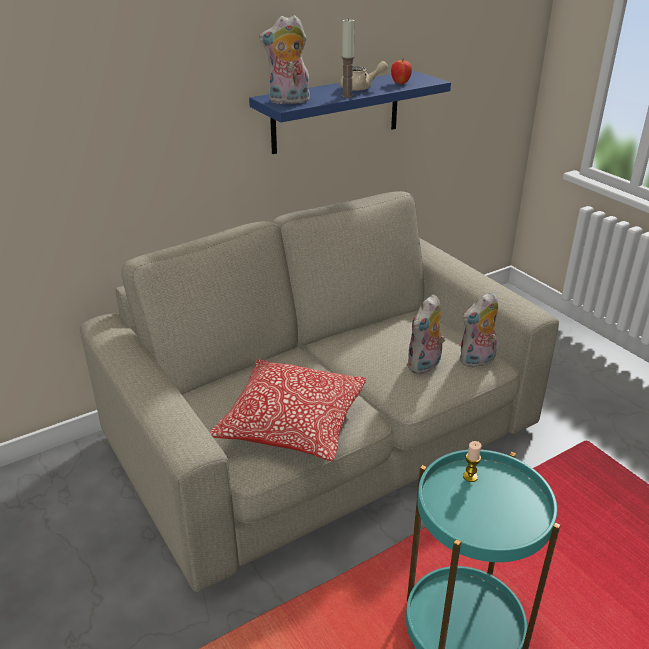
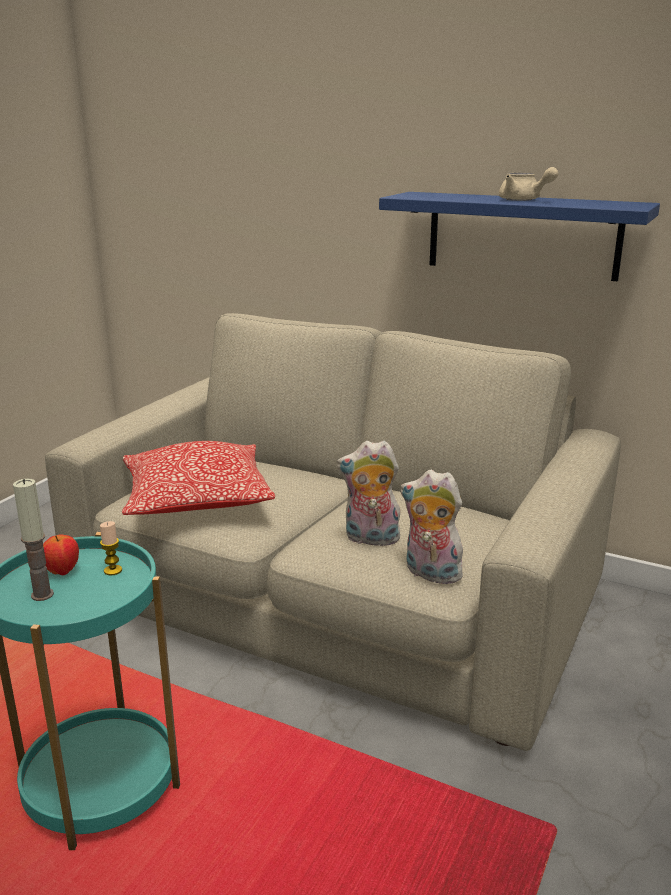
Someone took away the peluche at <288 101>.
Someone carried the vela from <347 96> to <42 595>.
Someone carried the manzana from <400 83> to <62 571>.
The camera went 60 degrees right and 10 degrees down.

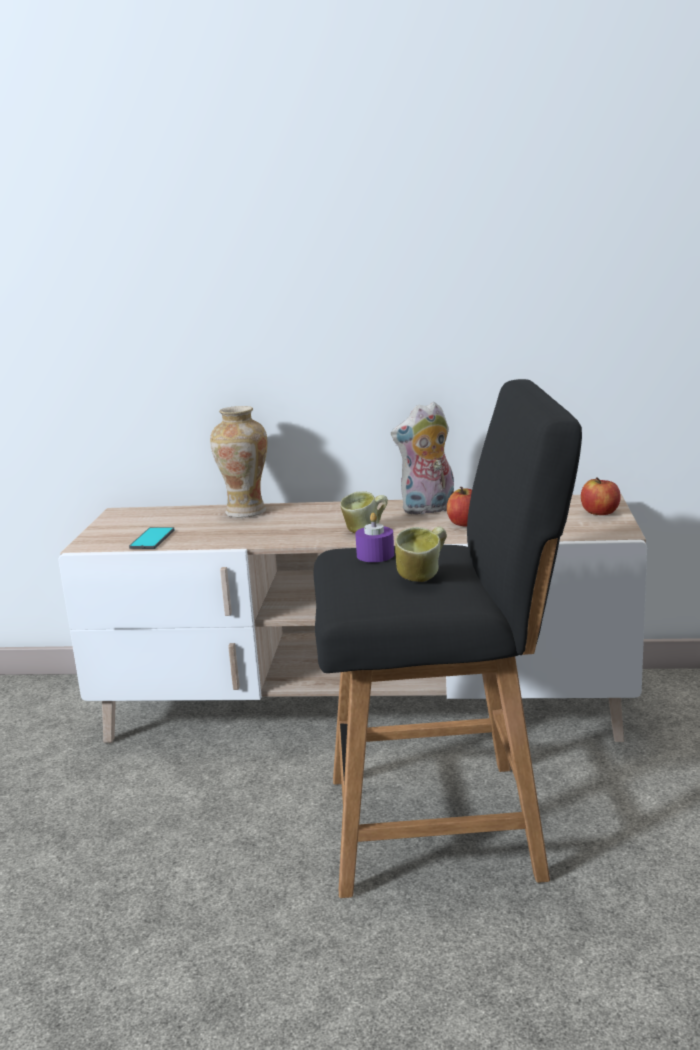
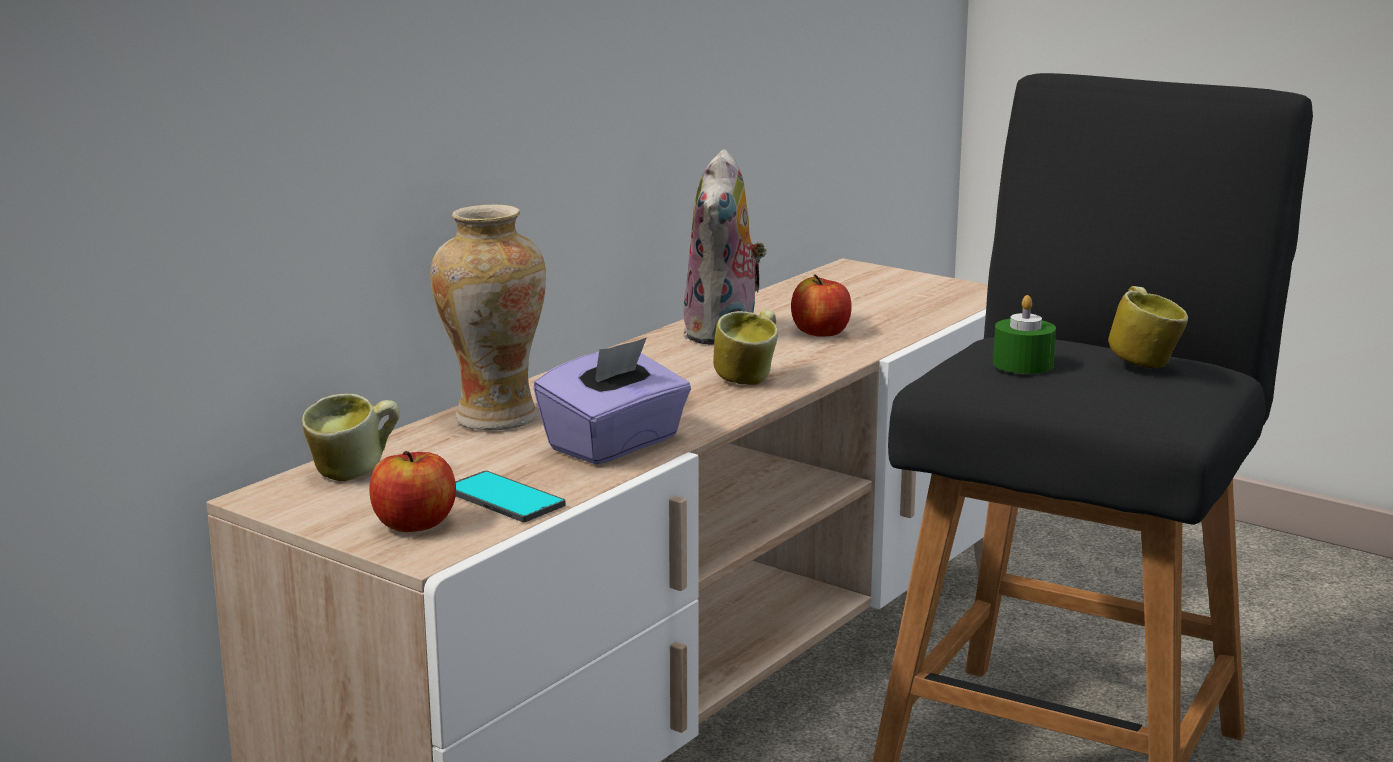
Someone put down the taza grande at <355 473>.
Someone put down the caja de pañuelos/morado at <615 444>.
Someone carried the manzana from <600 512> to <414 524>.
Someone repainted the vela/morado at <375 555>, which became the vela/verde at <1023 364>.
The camera went 60 degrees left and 0 degrees up.

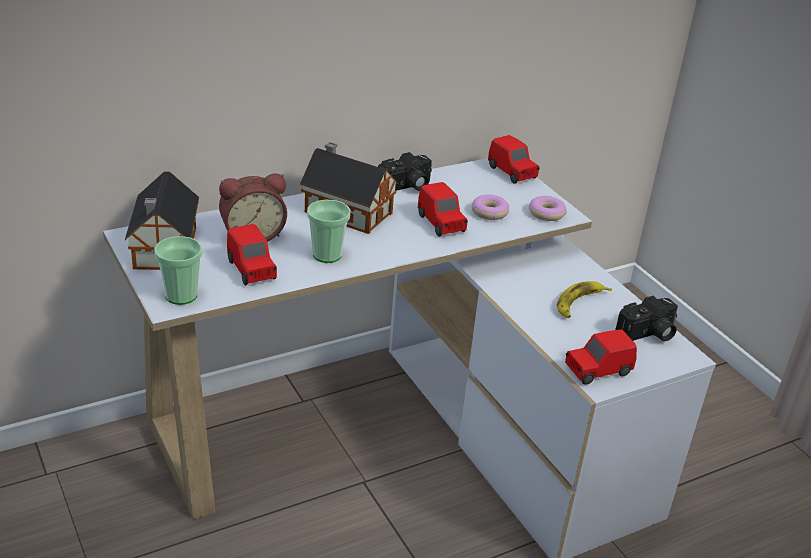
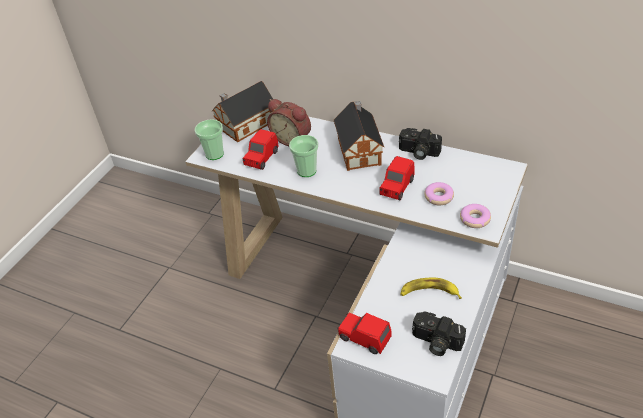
Someone took away the coche de juguete/rojo at <512 173>.
The camera went 60 degrees right and 10 degrees up.

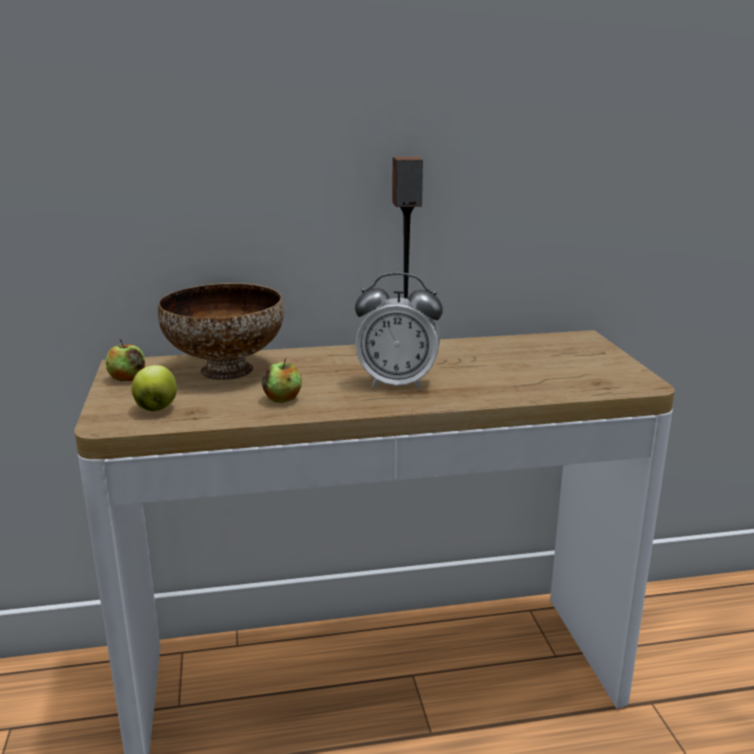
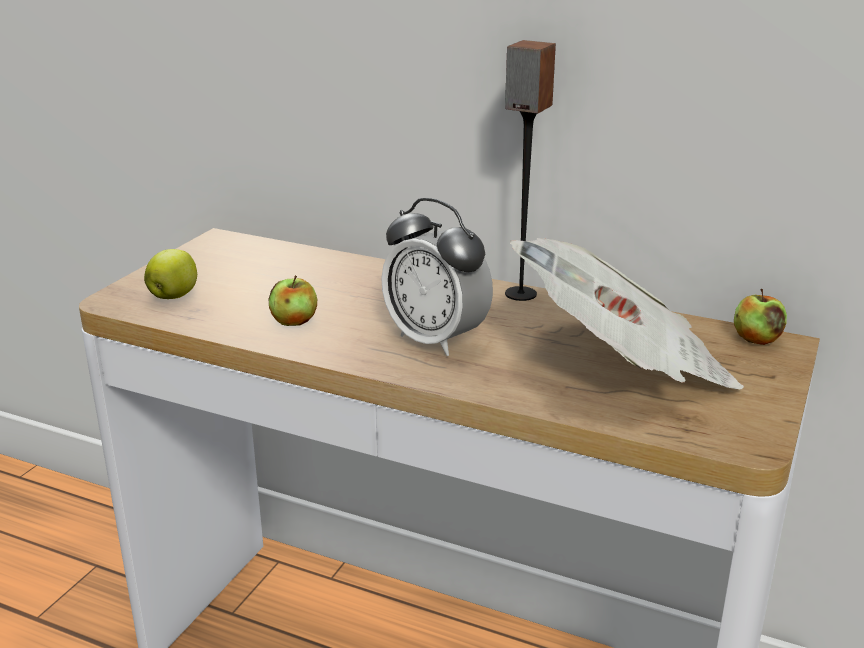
Someone took away the cuenco at <227 369>.
Someone put down the periódico at <623 367>.
Someone carried the manzana from <127 378> to <756 339>.
The camera went 35 degrees right and 5 degrees up.

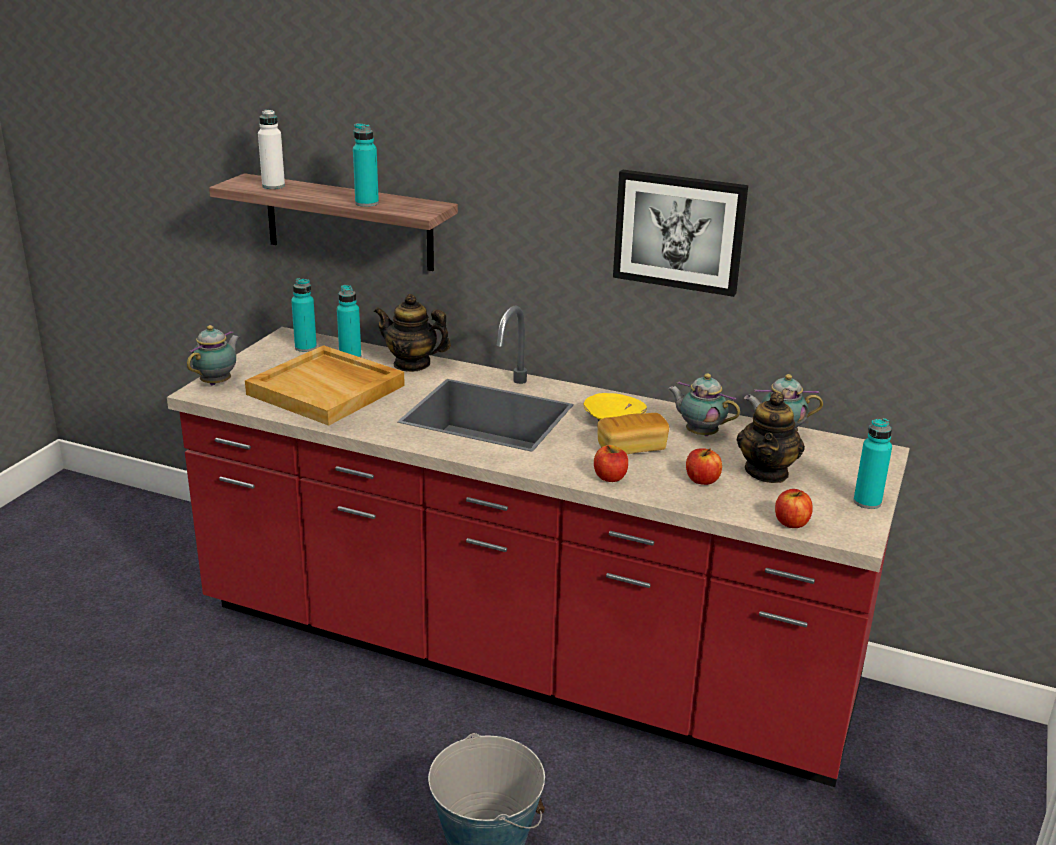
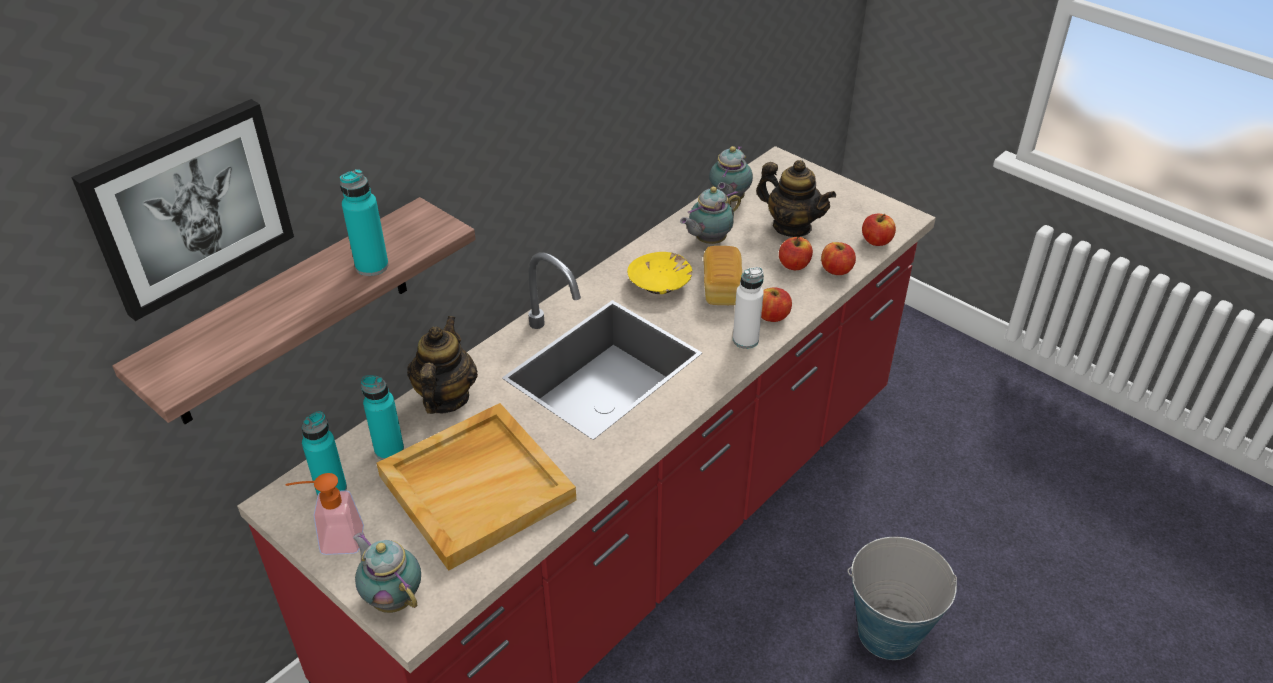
Someone took away the botella/turquesa at <867 502>.
Someone put down the dispensador de jabón at <333 540>.
Someone put down the manzana at <836 270>.
Someone carried the botella/blanco from <273 186> to <745 340>.
Someone carried the cuadro from <679 231> to <189 207>.
Someone rotated the tetera at <412 364> by 150 degrees clockwise.
The camera went 70 degrees left and 15 degrees up.

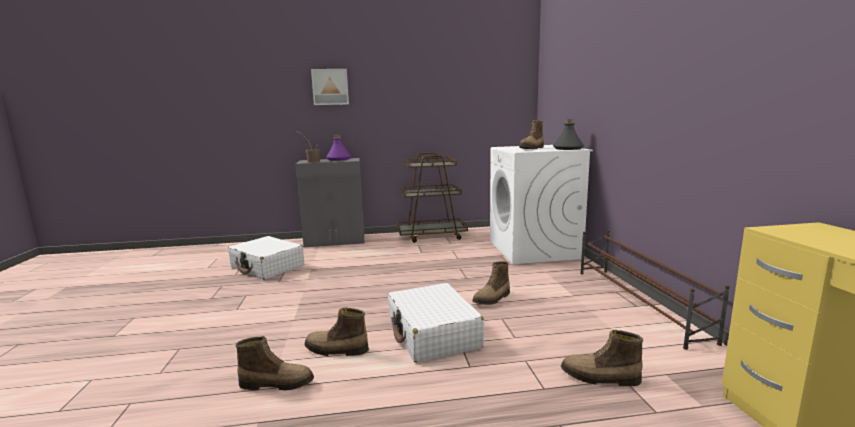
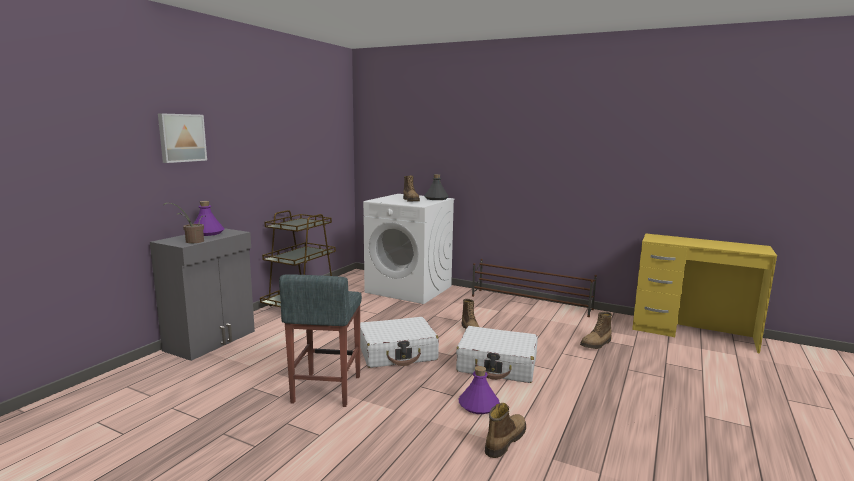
Someone put down the taburete/gris at <326 389>.
Someone carried the maleta/blanco from <267 266> to <397 353>.
Someone swapped the bota at <336 350> for the botella/morado at <479 405>.
The camera went 55 degrees left and 0 degrees up.

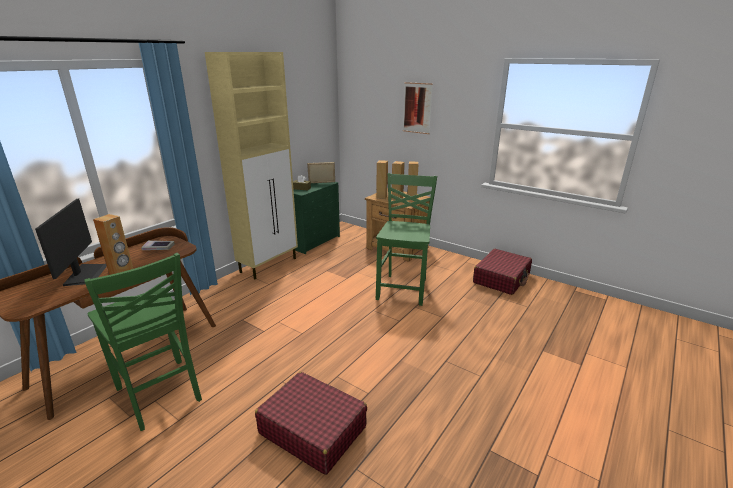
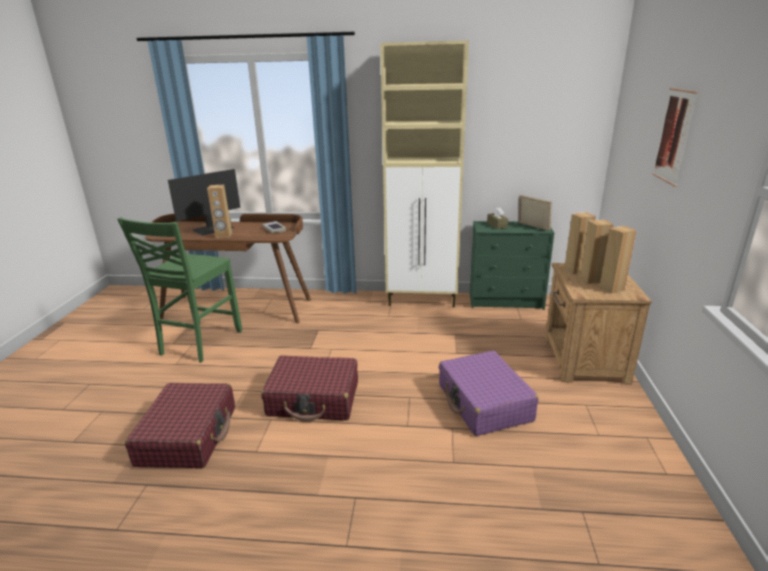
Someone carried the maleta/rojo from <501 279> to <314 399>.
Someone swapped the silla/verde at <403 289> for the maleta/morado at <484 403>.
The camera went 60 degrees right and 0 degrees up.

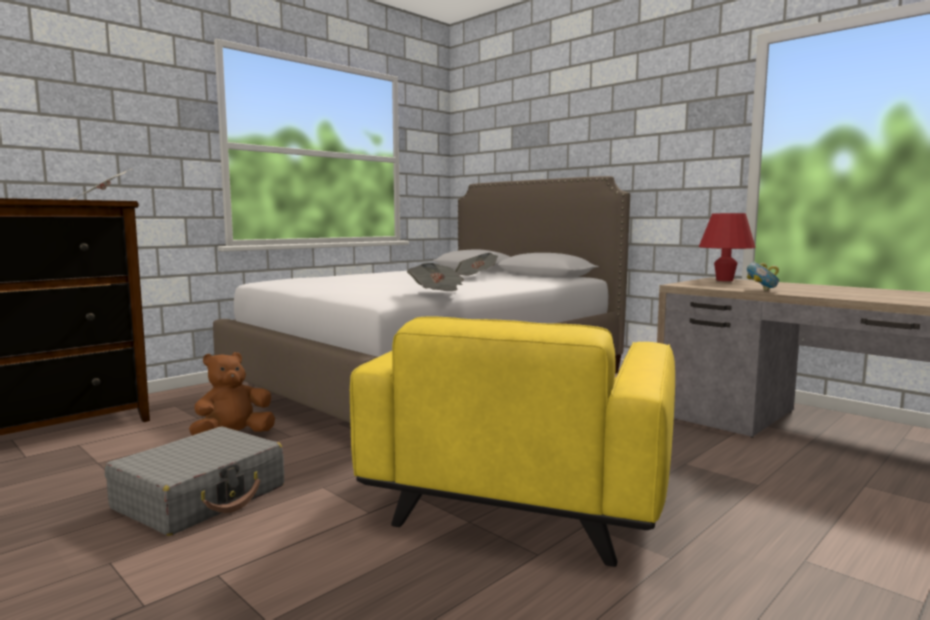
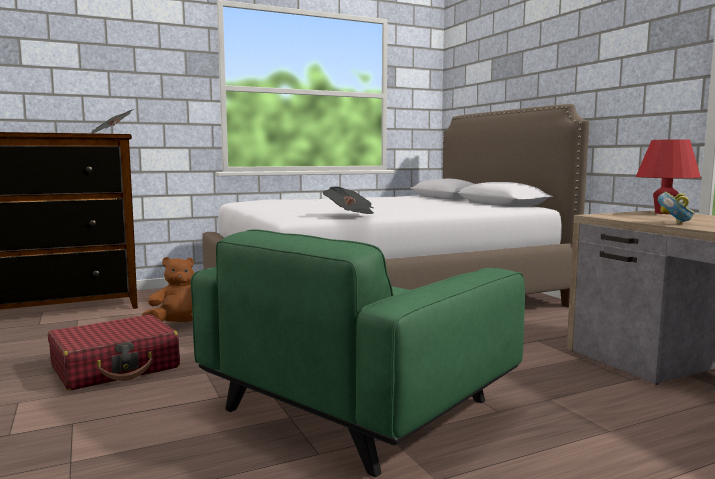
Someone took away the periódico at <475 277>.
Someone repainted the maleta/gris at <201 497>, which became the maleta/rojo at <116 367>.
Someone repainted the sillón/amarillo at <524 497>, which became the sillón/verde at <358 405>.
The camera went 20 degrees right and 0 degrees up.

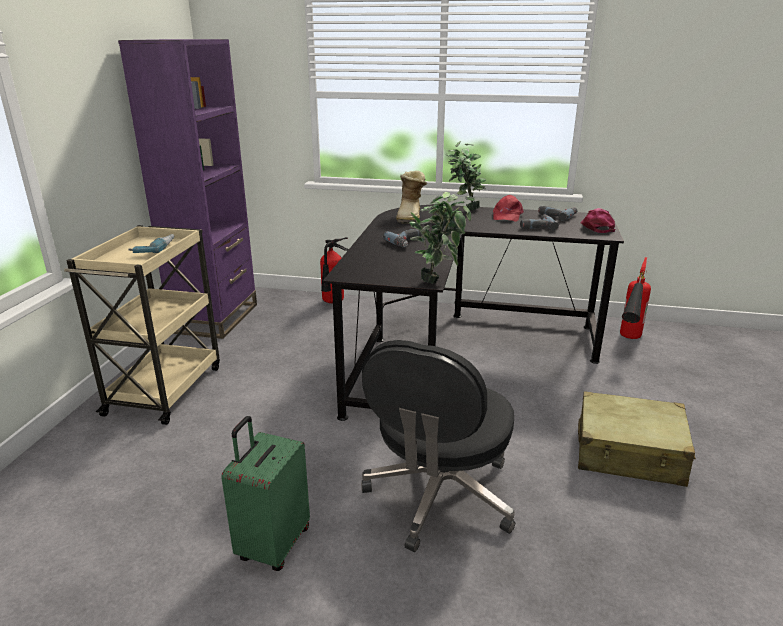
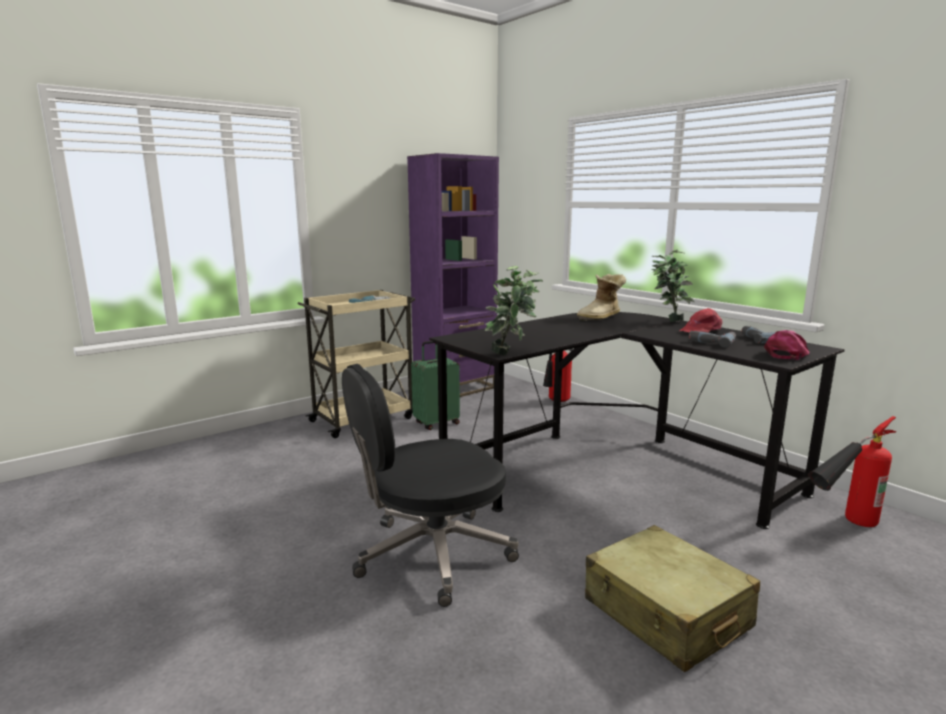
Someone took away the taladro at <407 242>.
Someone carried the maleta/verde from <272 544> to <436 423>.
The camera went 40 degrees right and 10 degrees down.

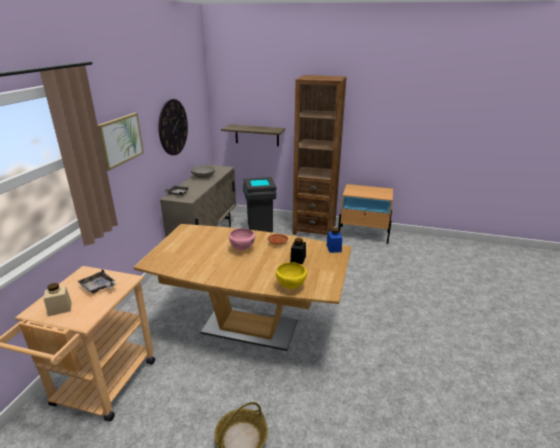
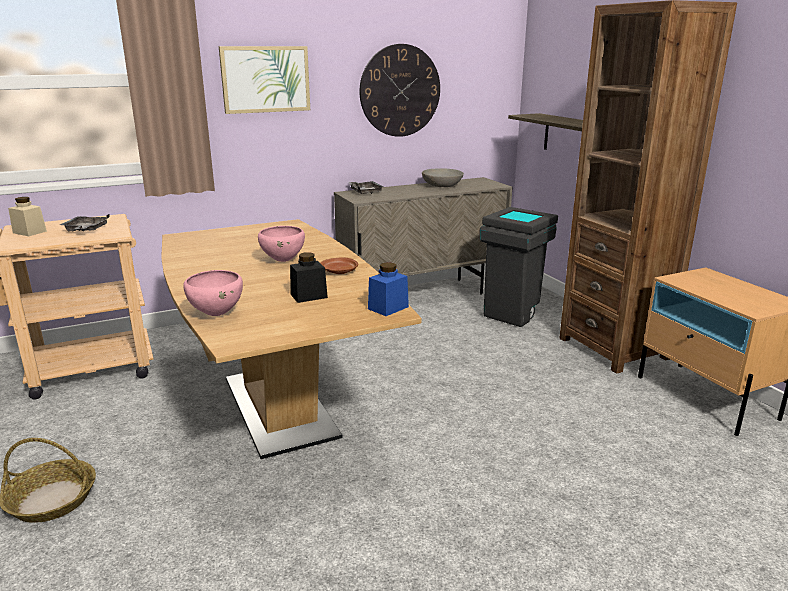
Someone repainted the cuenco/amarillo at <290 287>, which became the cuenco/rosa at <216 314>.
The camera went 50 degrees right and 5 degrees down.

